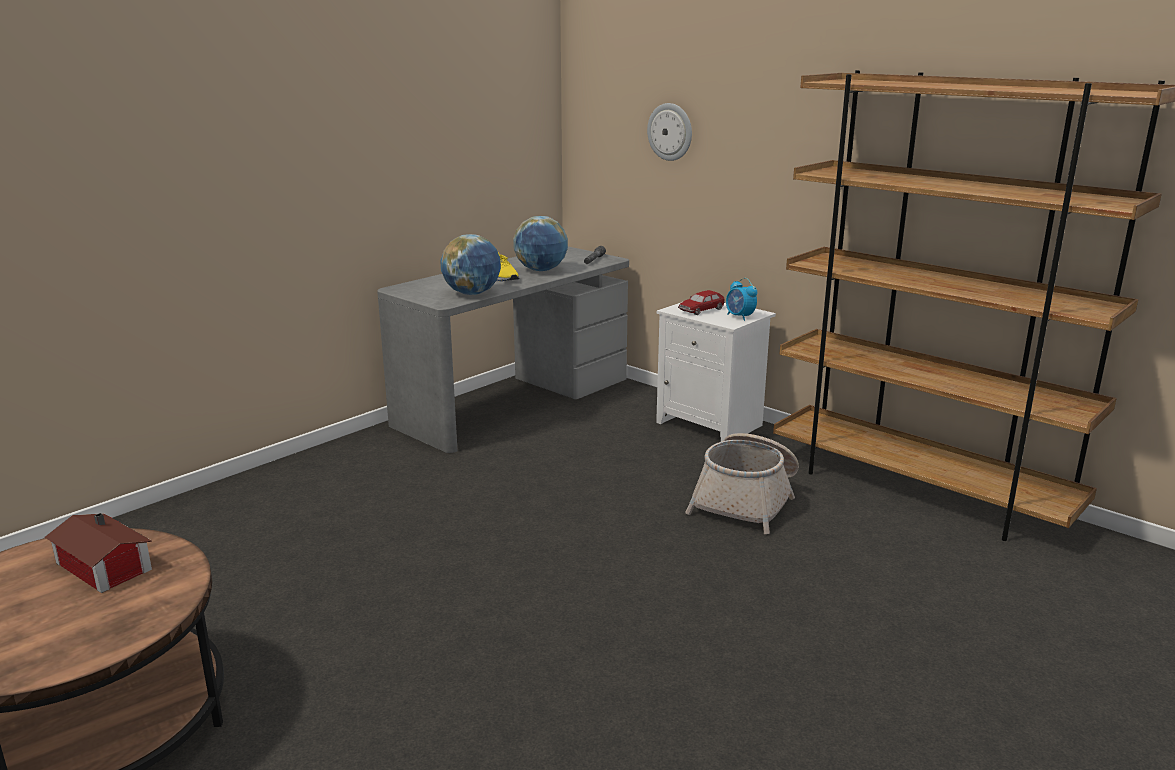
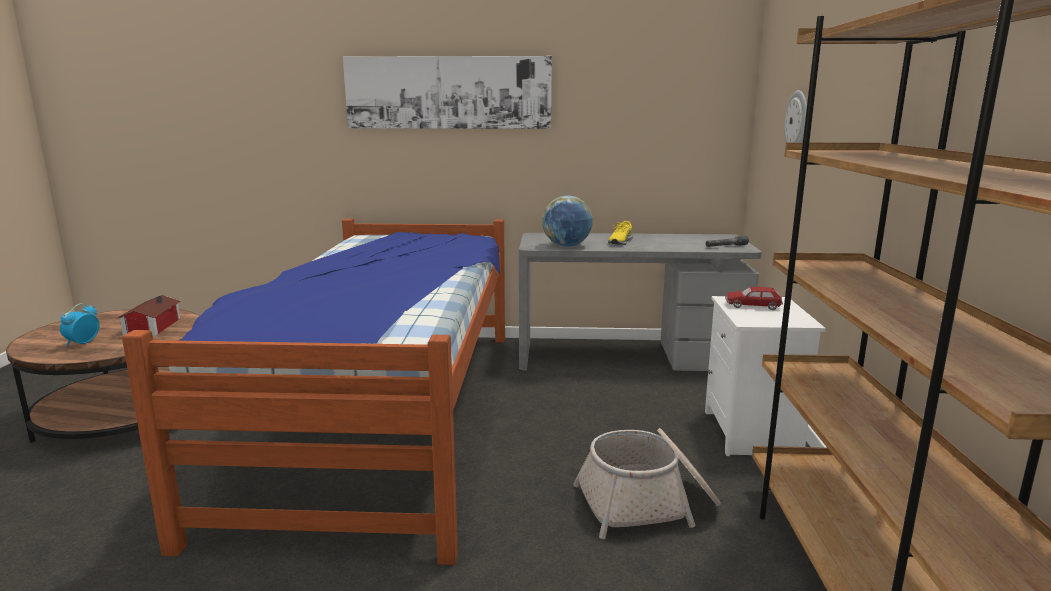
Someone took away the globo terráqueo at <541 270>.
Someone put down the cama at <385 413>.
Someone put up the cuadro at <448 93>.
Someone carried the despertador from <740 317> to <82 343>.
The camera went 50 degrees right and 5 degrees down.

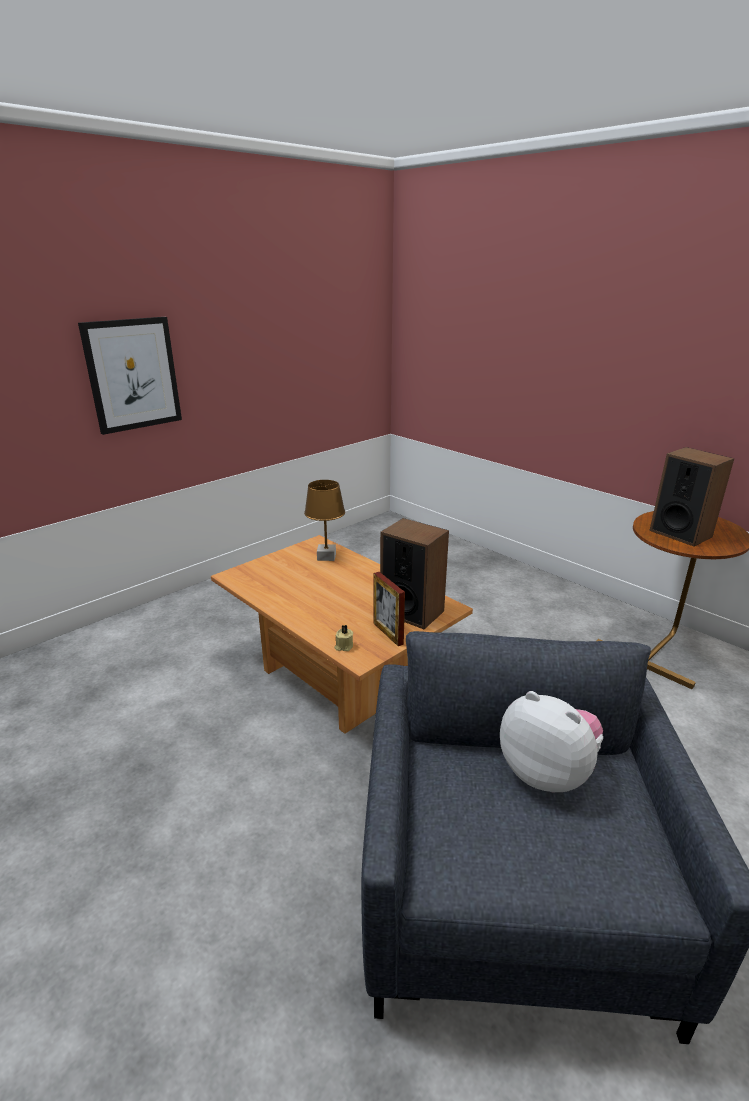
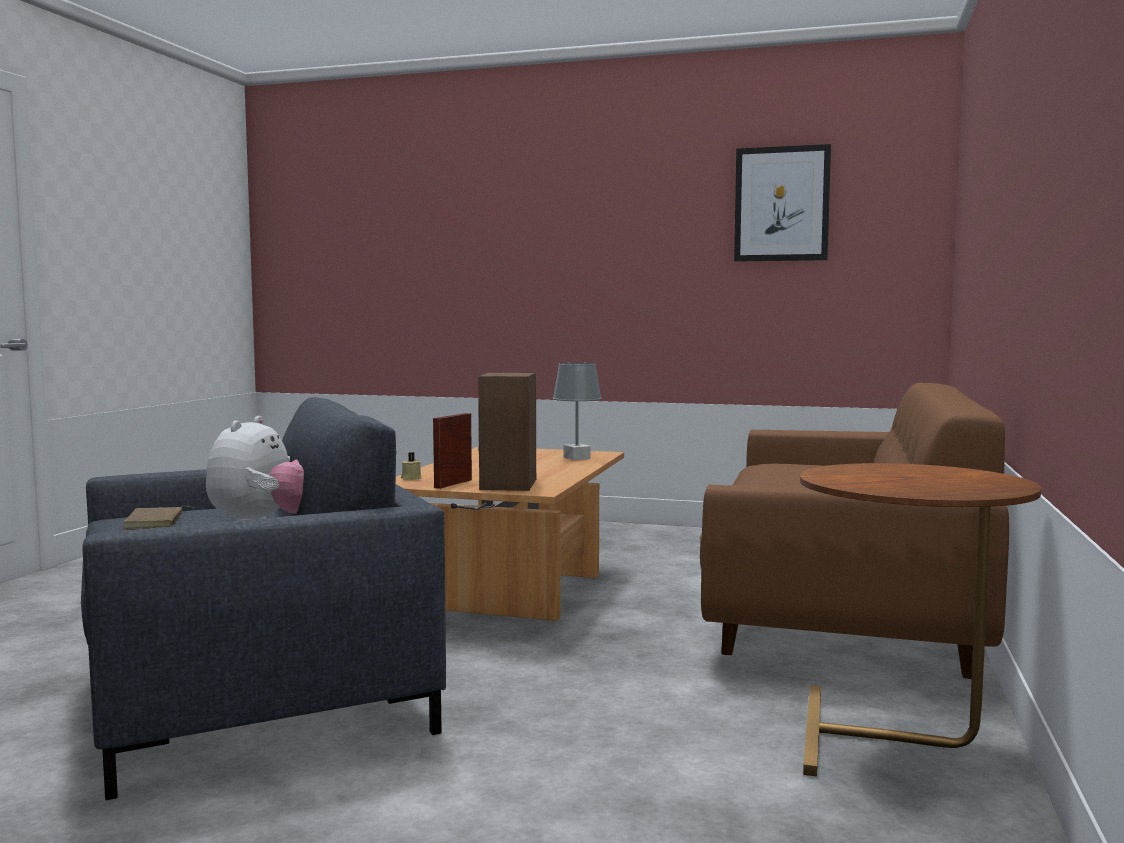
Someone took away the altavoz at <680 533>.
Someone put down the libro/marrón at <156 522>.
Someone put down the sofá/marrón at <841 608>.
Someone carried the cuadro from <132 374> to <781 204>.
Someone repainted the lámpara de mesa/marrón at <327 557>, which became the lámpara de mesa/gris at <577 458>.
The camera went 60 degrees right and 20 degrees down.

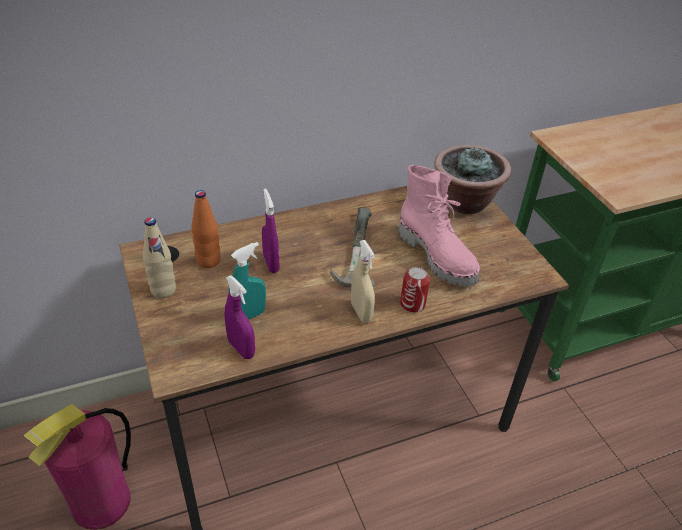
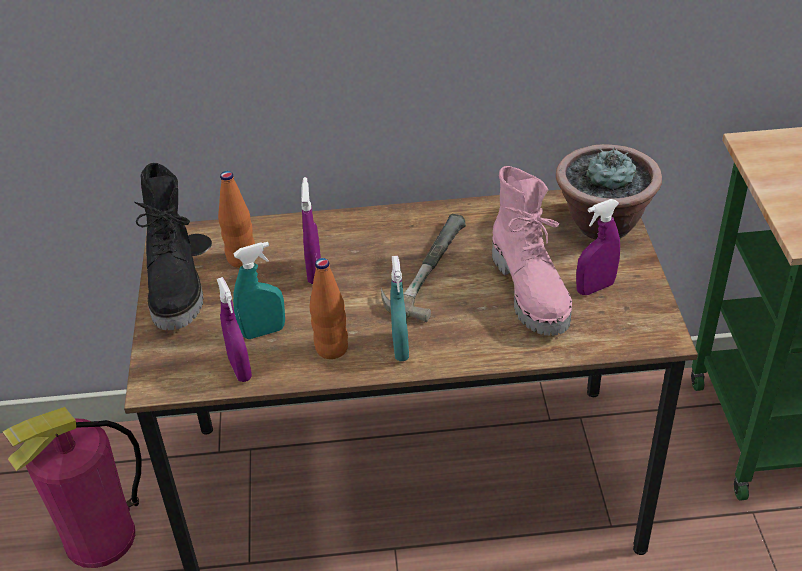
Someone took away the lata at <412 304>.
Someone put down the botella/naranja at <331 349>.
Someone put down the pulverizador/morado at <595 288>.
Someone swapped the botella/beis at <163 290> for the bota/negro at <177 286>.
Someone repainted the pulverizador/beis at <361 312>, which became the pulverizador/turquesa at <400 348>.
The camera went 20 degrees right and 0 degrees up.

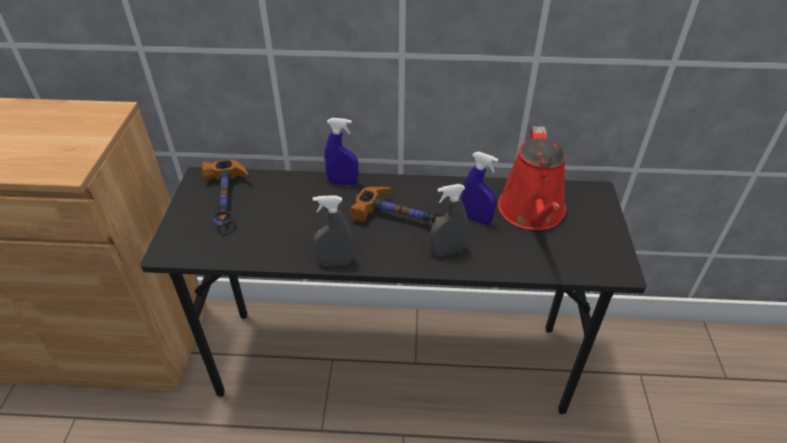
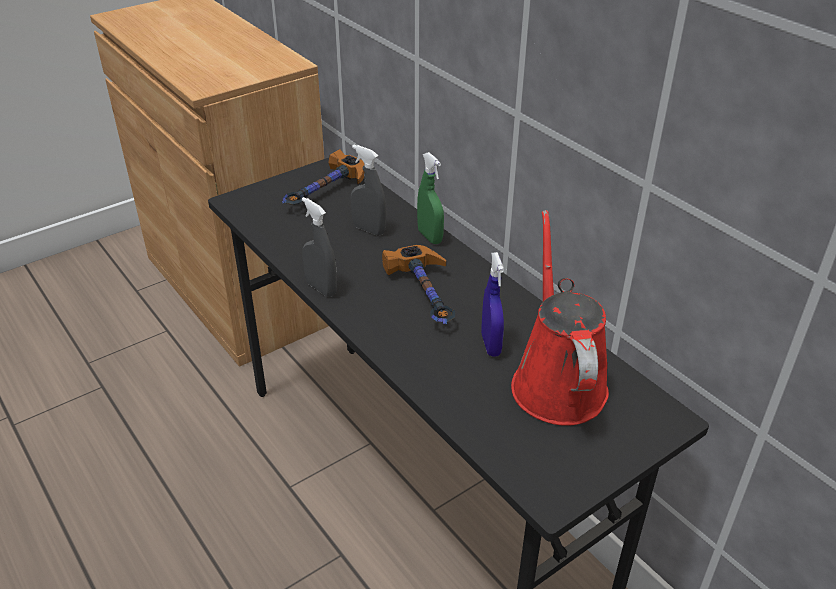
Someone carried the pulverizador/gris from <447 251> to <369 229>.
Someone repainted the pulverizador/azul at <342 182>, which became the pulverizador/verde at <430 237>.
Someone rotated the regadera/rojo at <532 213> by 120 degrees clockwise.
The camera went 50 degrees right and 5 degrees down.

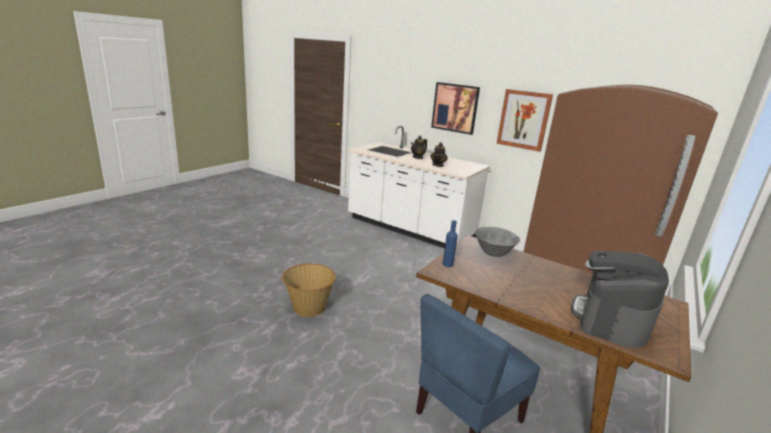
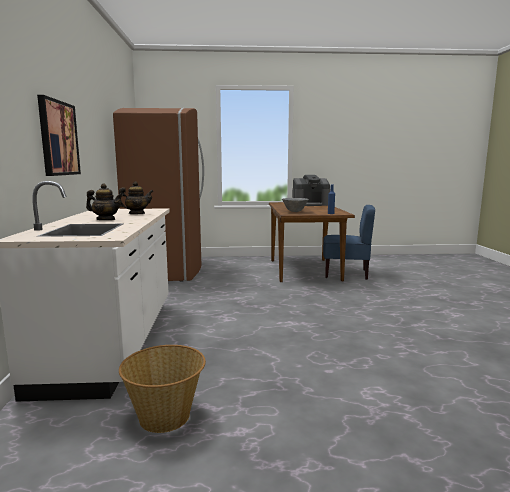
Someone took away the cuadro at <524 120>.
Someone carried the cesta from <308 308> to <165 416>.
The camera went 125 degrees left and 10 degrees down.

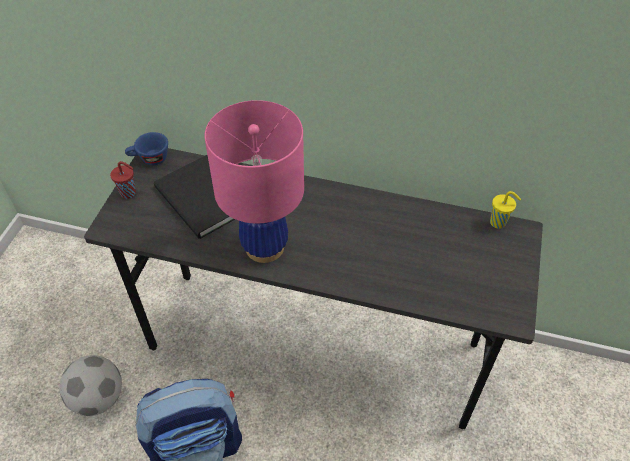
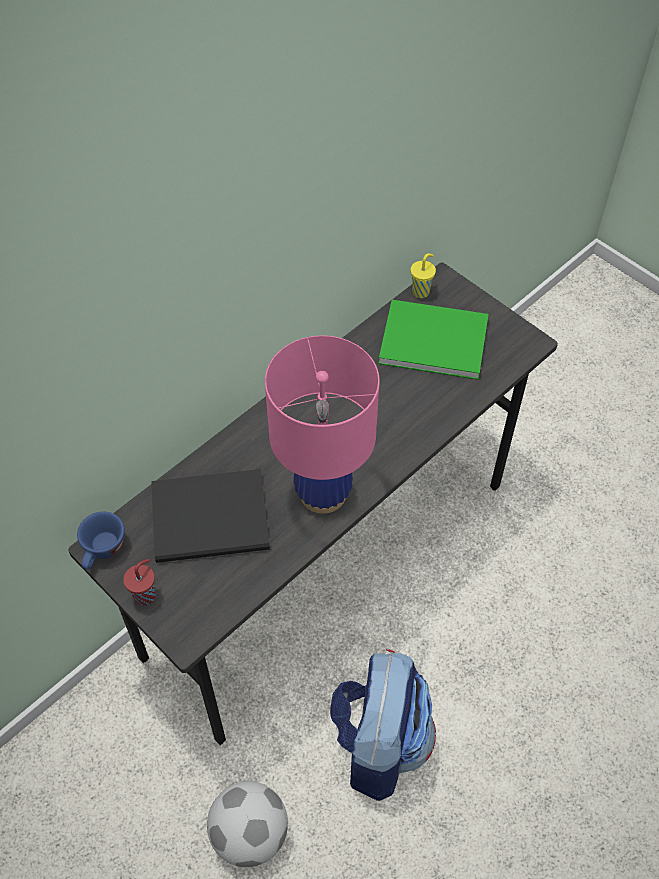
Someone put down the libro/verde at <430 338>.
The camera went 60 degrees left and 5 degrees up.

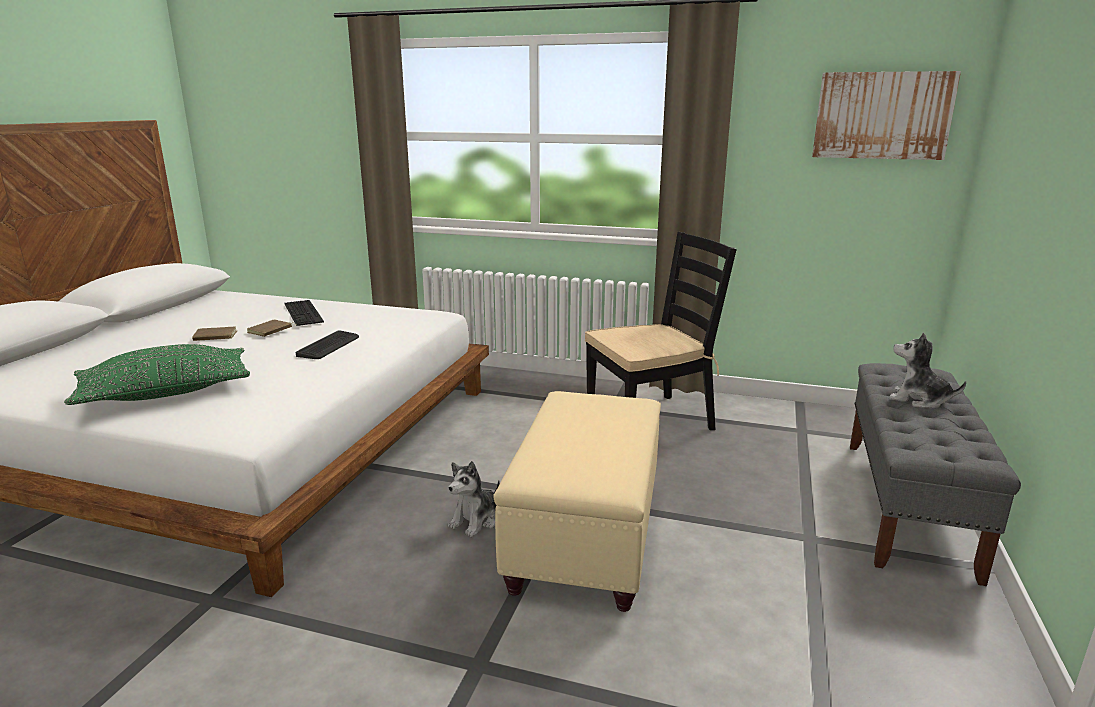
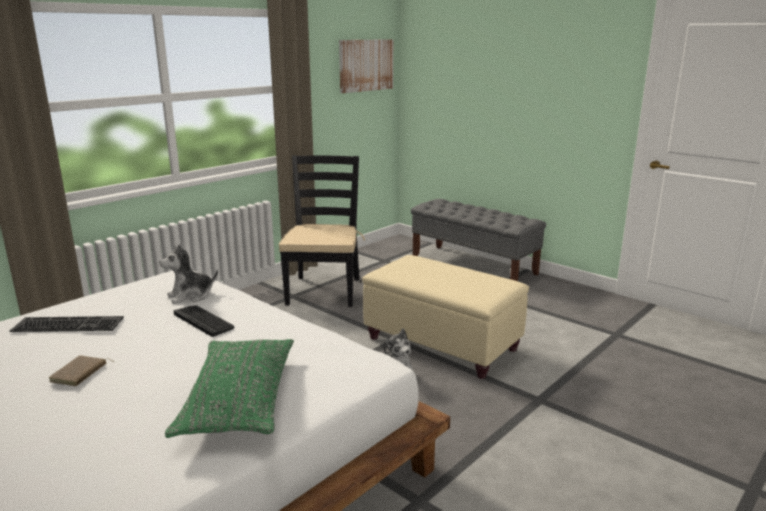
Someone took away the libro/marrón at <270 330>.
Someone carried the peluche from <918 400> to <190 296>.
The camera went 65 degrees left and 0 degrees up.

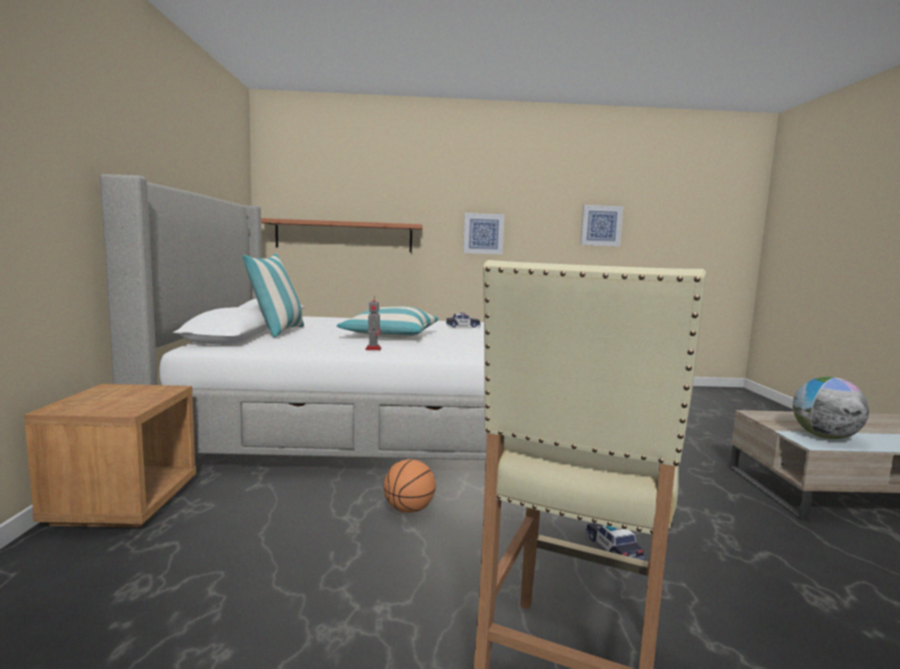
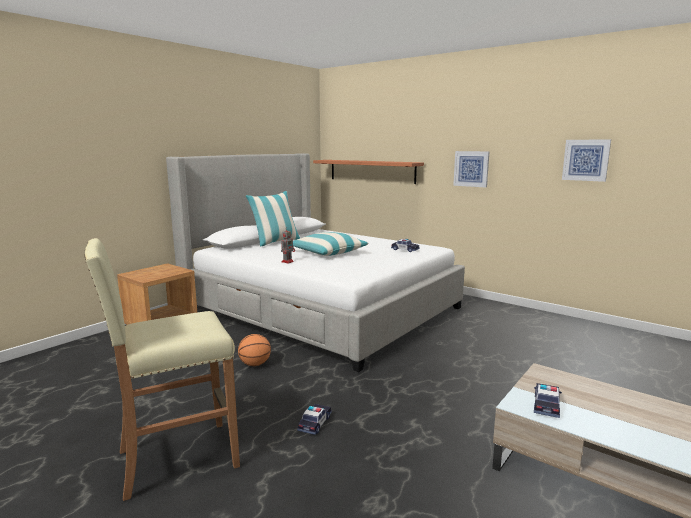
Someone swapped the globo terráqueo at <824 437> for the coche de juguete at <546 405>.
The camera went 40 degrees right and 5 degrees up.

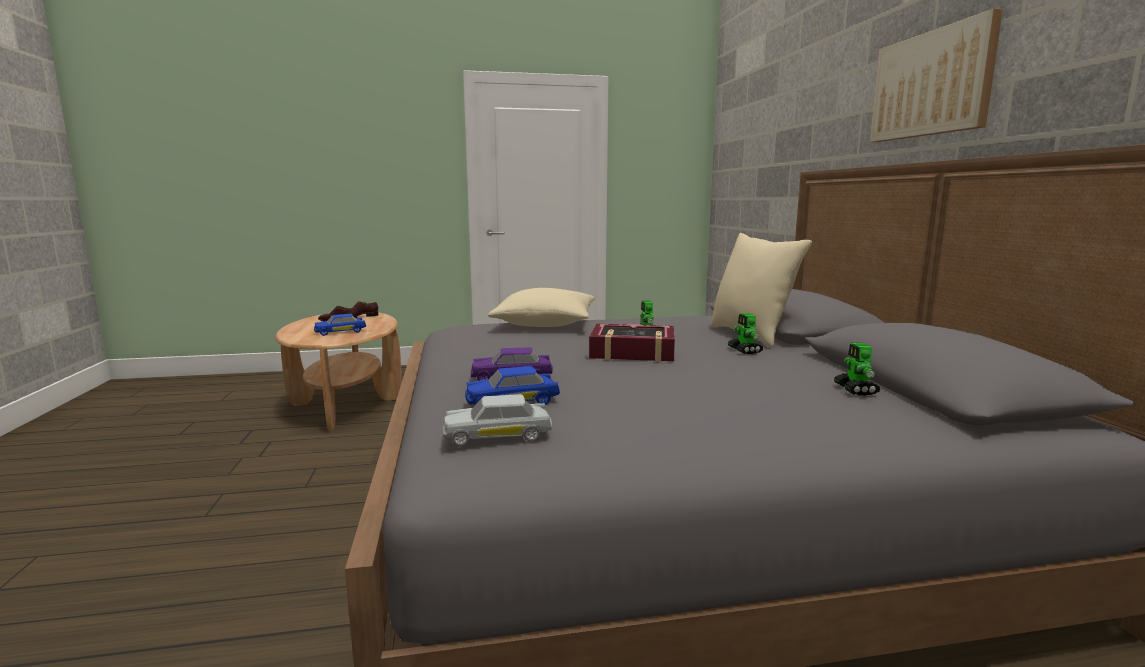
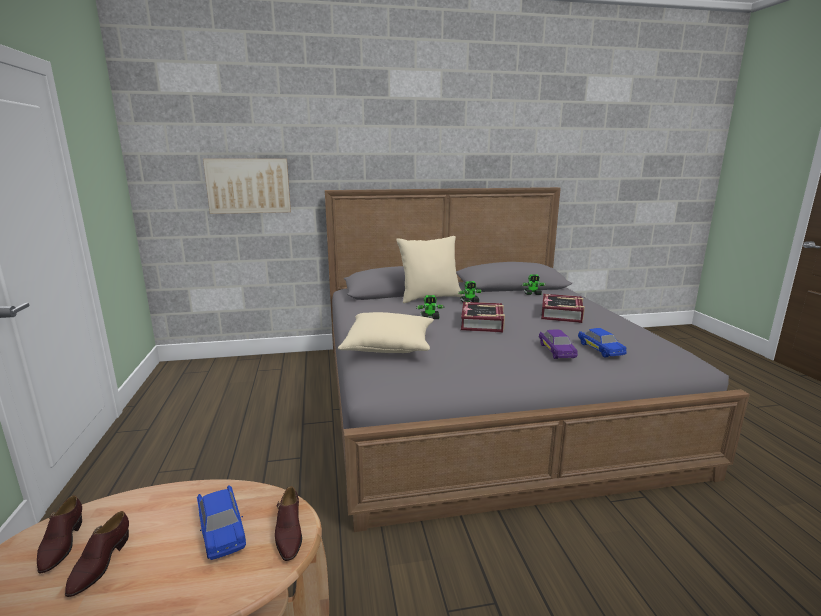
Someone took away the coche de juguete/blanco at <498 435>.
Someone put down the zapato/marrón at <289 533>.
Someone put down the libro at <562 314>.
Someone carried the cuadro from <931 84> to <248 186>.
The camera went 90 degrees left and 5 degrees up.

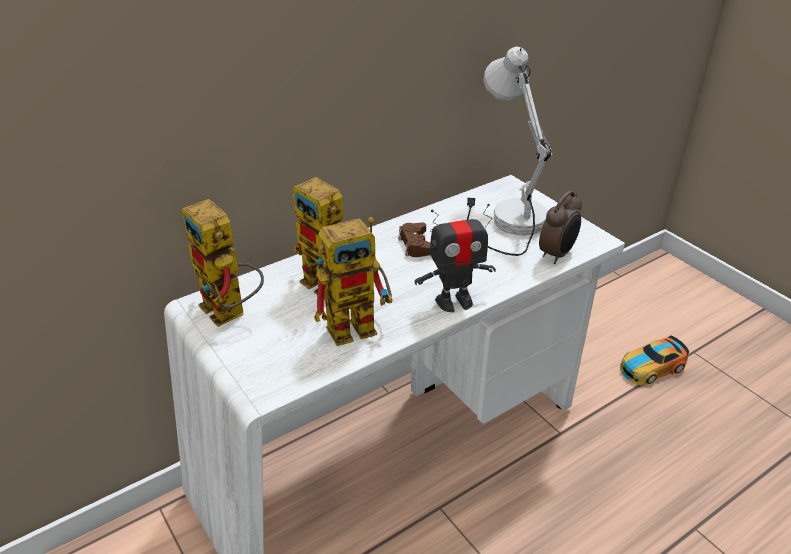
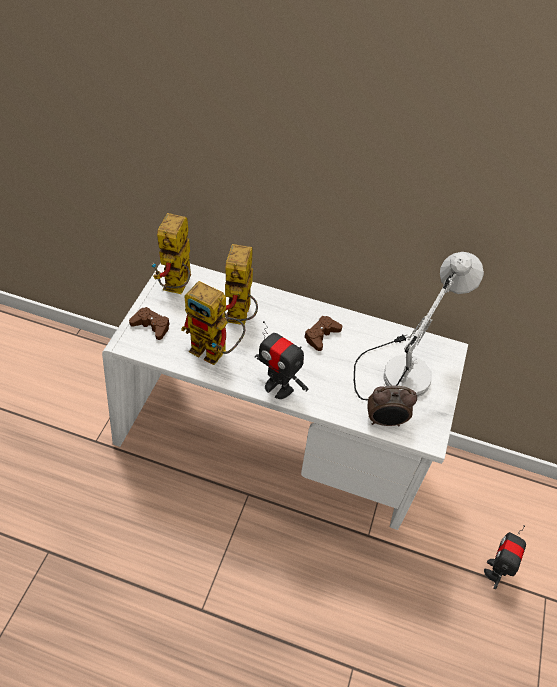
Someone put down the mando de consola/marrón at <151 326>.
Someone swapped the coche de juguete at <651 367> for the robot de juguete at <495 570>.
The camera went 50 degrees right and 15 degrees up.

